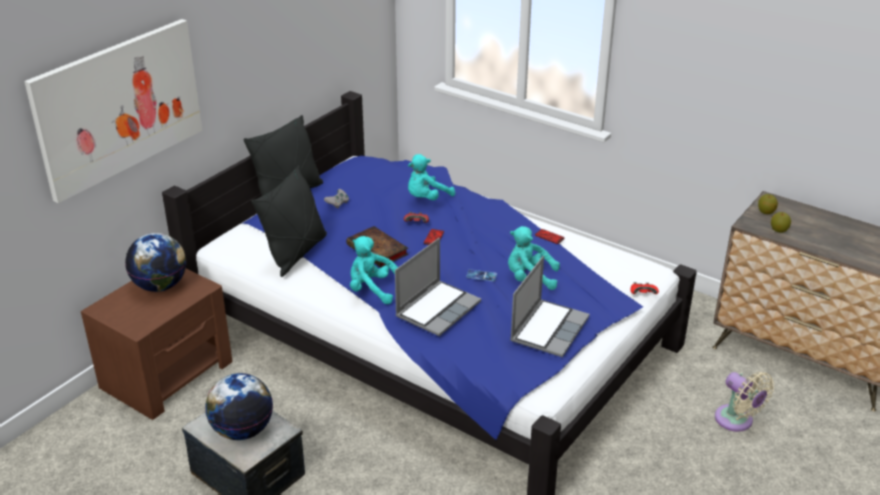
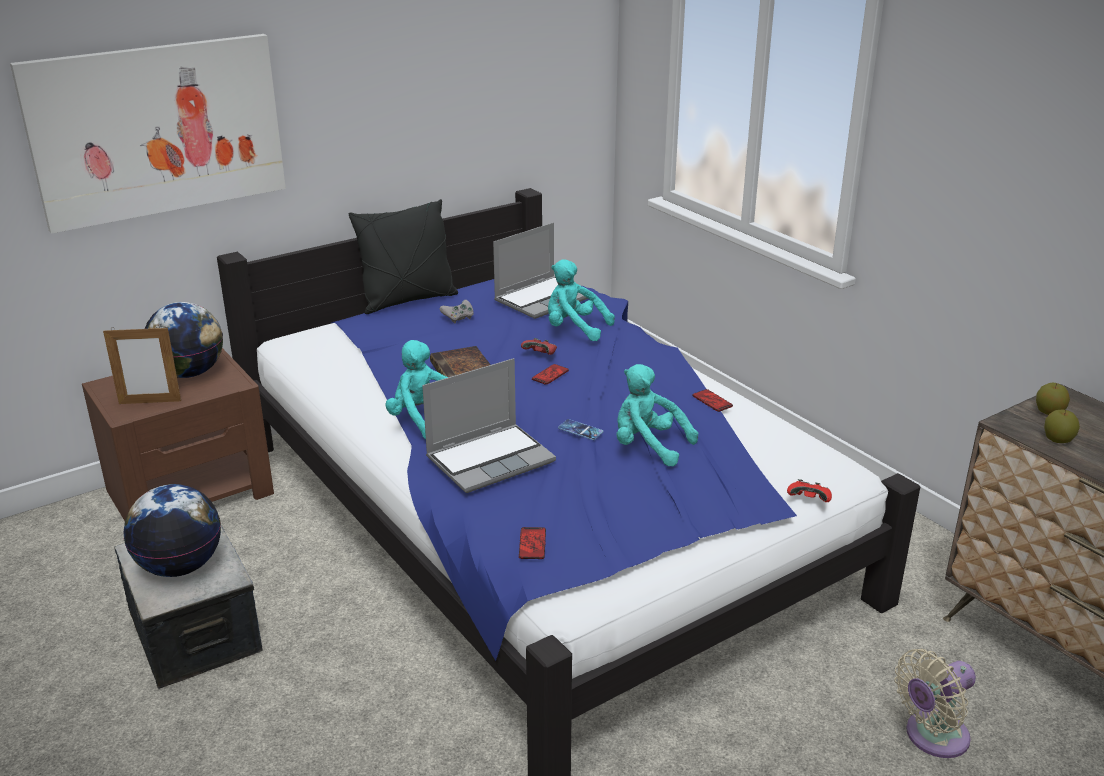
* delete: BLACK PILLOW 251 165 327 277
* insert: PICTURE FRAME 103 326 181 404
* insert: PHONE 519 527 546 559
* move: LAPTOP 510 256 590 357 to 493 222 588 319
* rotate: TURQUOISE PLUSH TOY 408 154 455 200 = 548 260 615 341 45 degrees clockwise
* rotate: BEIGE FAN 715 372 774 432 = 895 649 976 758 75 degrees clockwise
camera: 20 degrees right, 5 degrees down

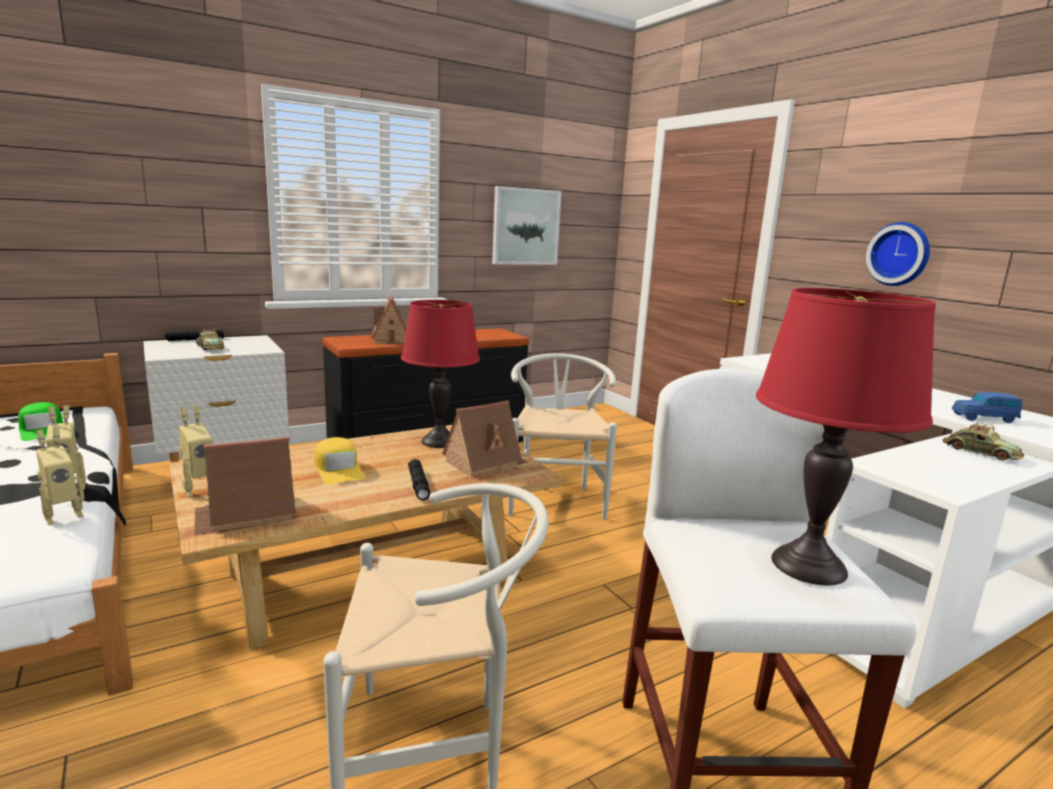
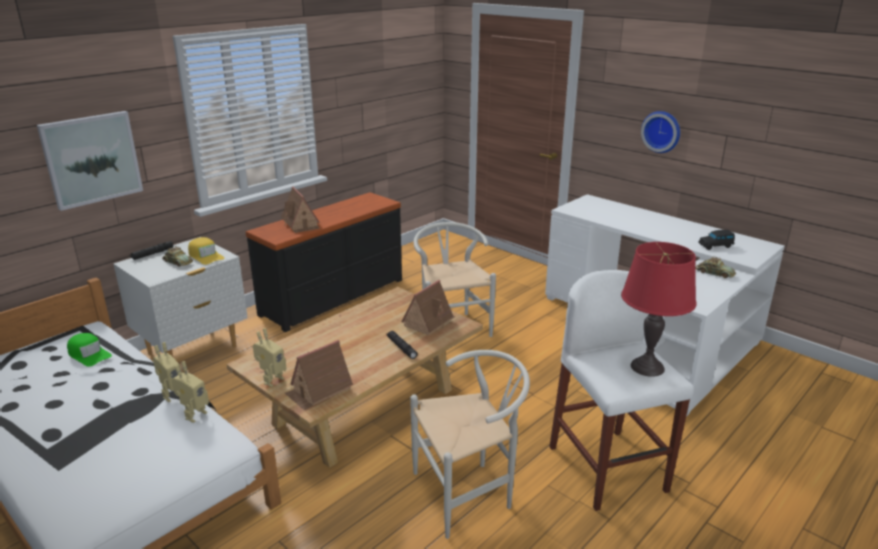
* delete: RED TABLE LAMP 401 300 480 448
* move: YELLOW CAP 314 437 366 485 to 188 237 224 265
* move: PICTURE 492 186 562 265 to 37 111 143 211
* recolor: BLUE TOY CAR 952 392 1022 423 to BLACK TOY CAR 699 230 735 250
camera: 15 degrees left, 10 degrees up

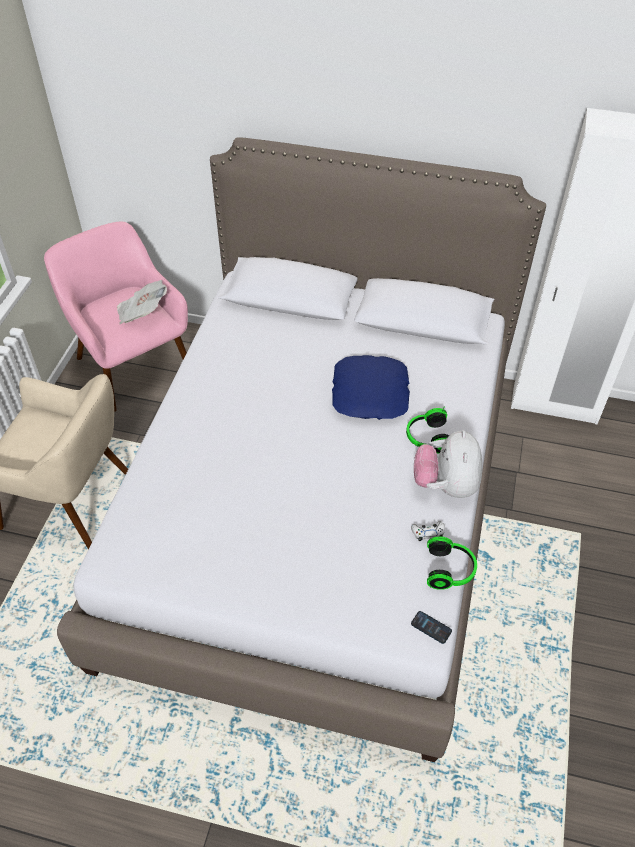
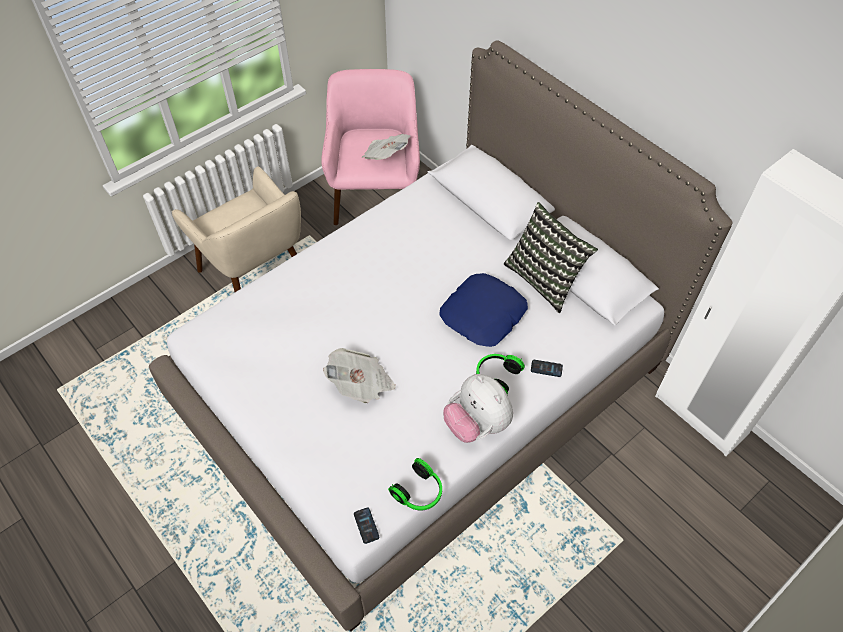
* delete: WHITE GAME CONTROLLER 411 521 445 541
* insert: NEWSPAPER 323 348 396 403
* insert: PILLOW 504 202 598 313
* insert: PHONE 531 360 563 377
* rotate: PLUSH TOY 414 430 482 498 = 443 374 513 443 75 degrees counterclockwise
camera: 35 degrees right, 5 degrees up

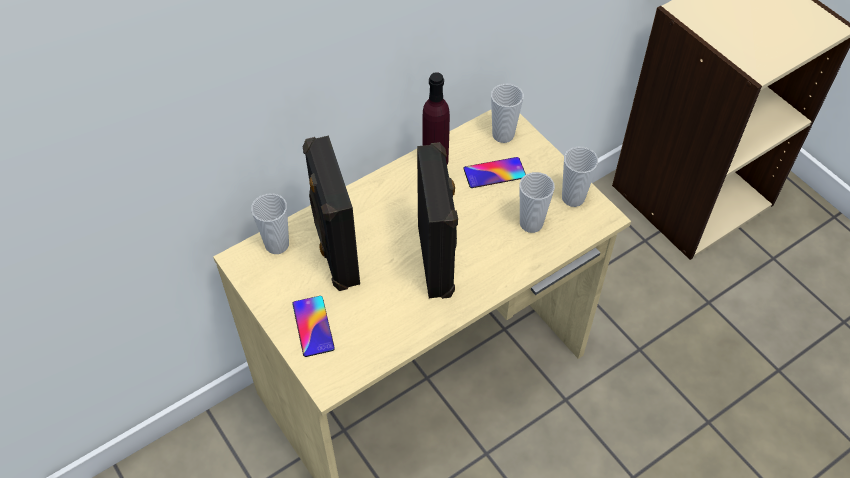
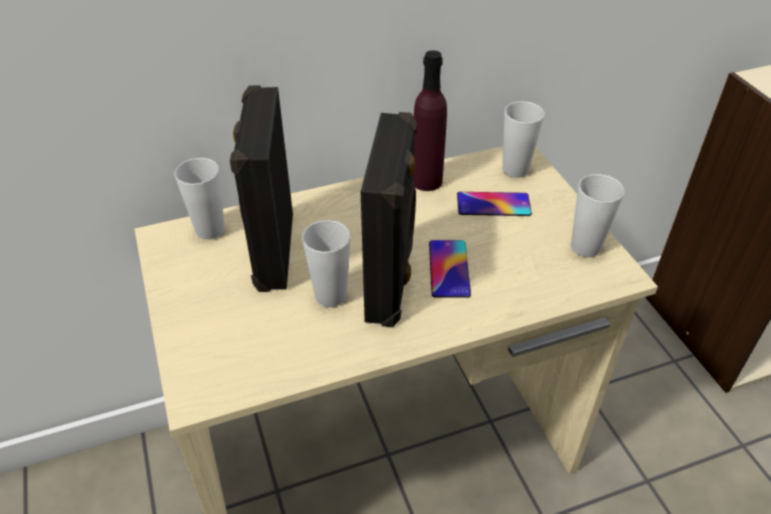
* move: PHONE 292 296 335 357 to 429 240 471 298
* move: CUP 520 172 555 233 to 302 220 351 307
camera: 15 degrees right, 10 degrees down

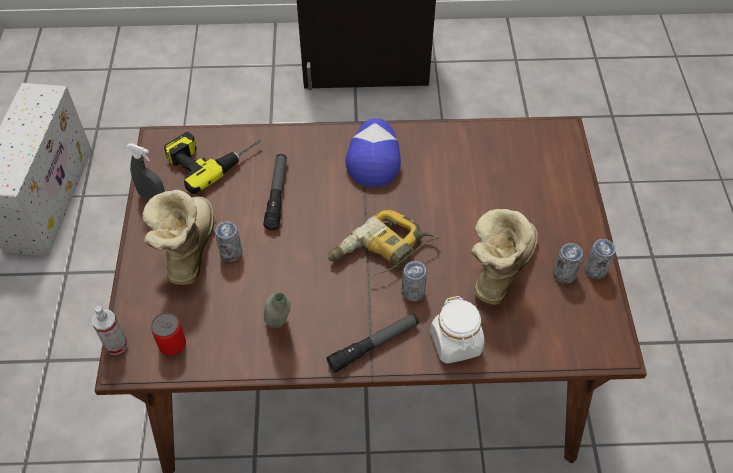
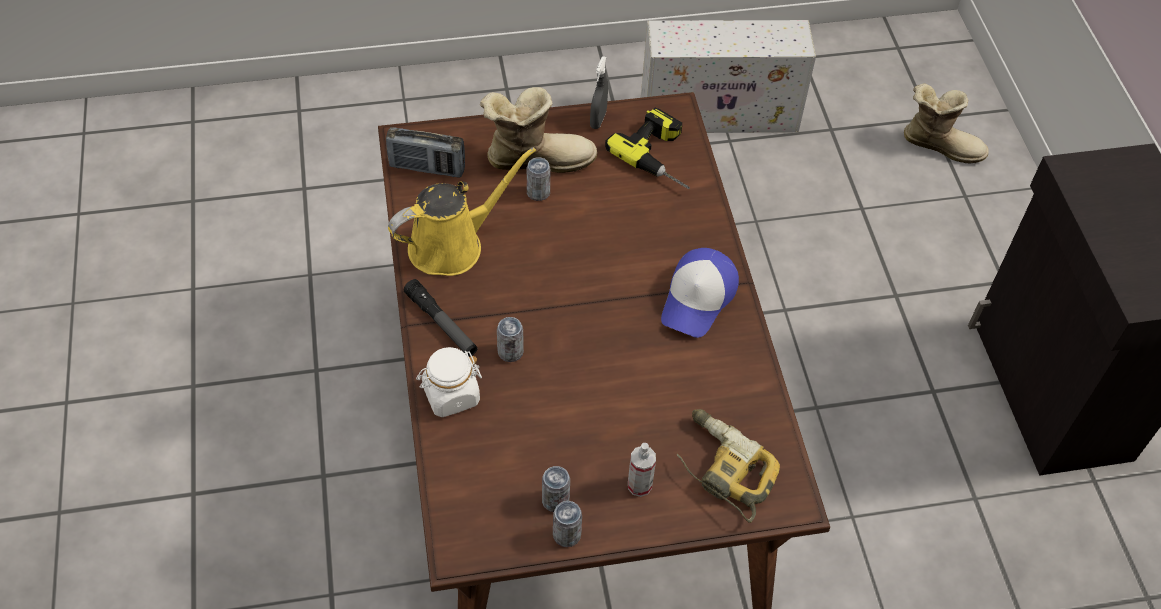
* delete: FLASHLIGHT 263 154 287 230
* move: SPRAY BOTTLE 92 306 127 355 to 628 443 656 497
* move: POWER DRILL 328 210 438 277 to 677 409 780 523
* move: BOOT 471 209 538 305 to 904 84 989 164
* replace: CAN 151 313 186 356 to RADIO 386 127 465 177
* replace: GREY BOTTLE 264 292 291 328 to YELLOW WATERING CAN 388 147 536 276
* rotate: CAP 345 118 401 187 = 661 248 739 338 120 degrees clockwise
camera: 80 degrees right, 0 degrees up

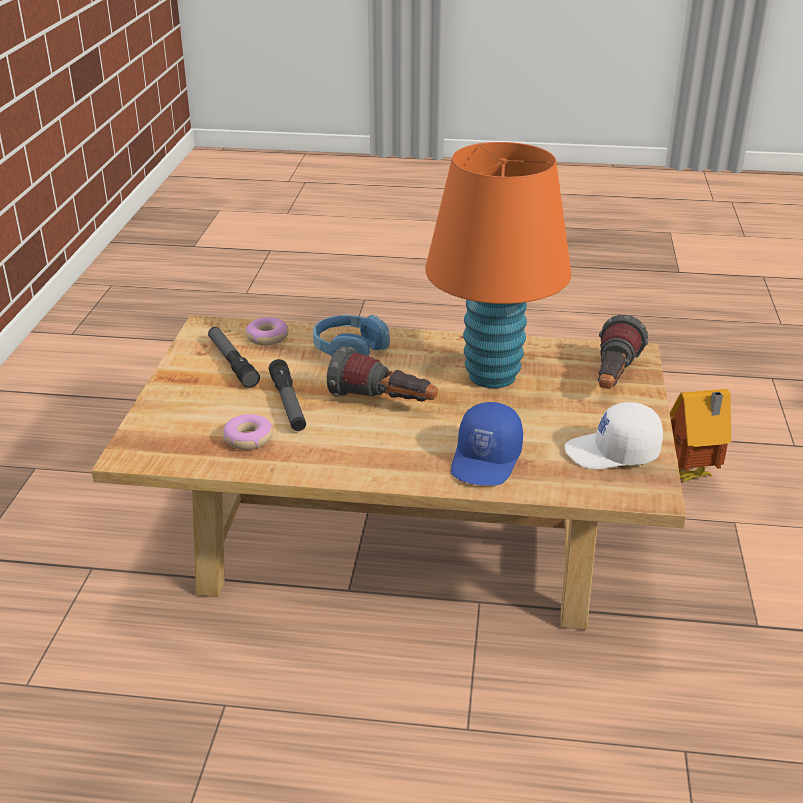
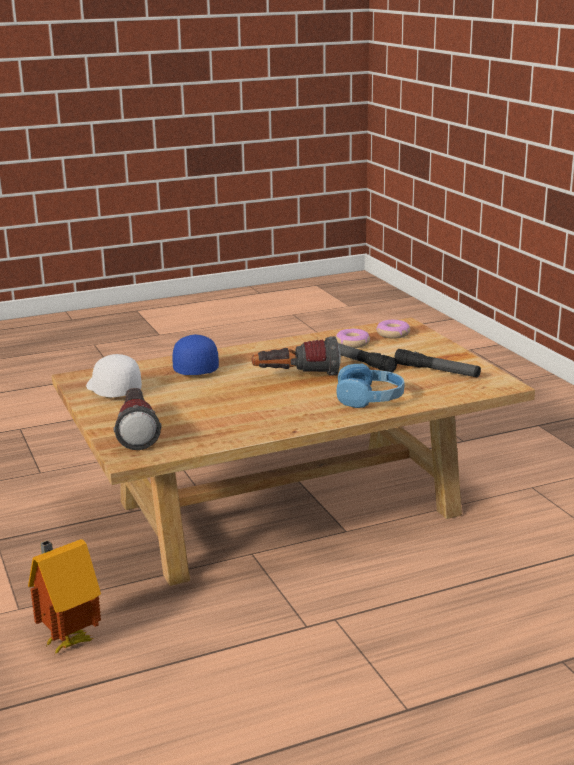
* delete: ORANGE TABLE LAMP 425 142 571 388
* move: DONUT 245 317 289 346 to 376 320 410 339
* rotate: WHITE CAP 564 402 663 469 = 86 354 142 398 90 degrees counterclockwise
camera: 150 degrees right, 10 degrees down

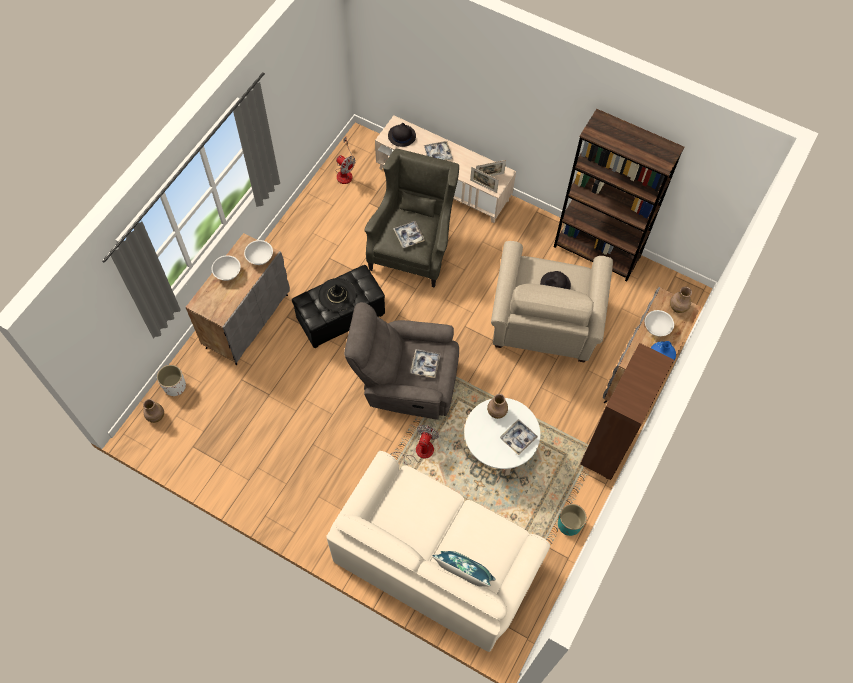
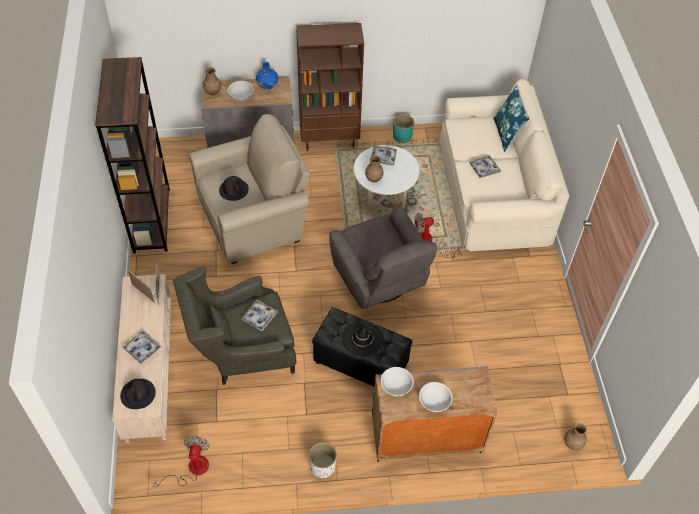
* move: WHITE PLANTER 157 365 186 396 to 309 442 337 478
* move: TRAY 410 349 441 378 to 469 156 501 178
camera: 125 degrees left, 10 degrees down

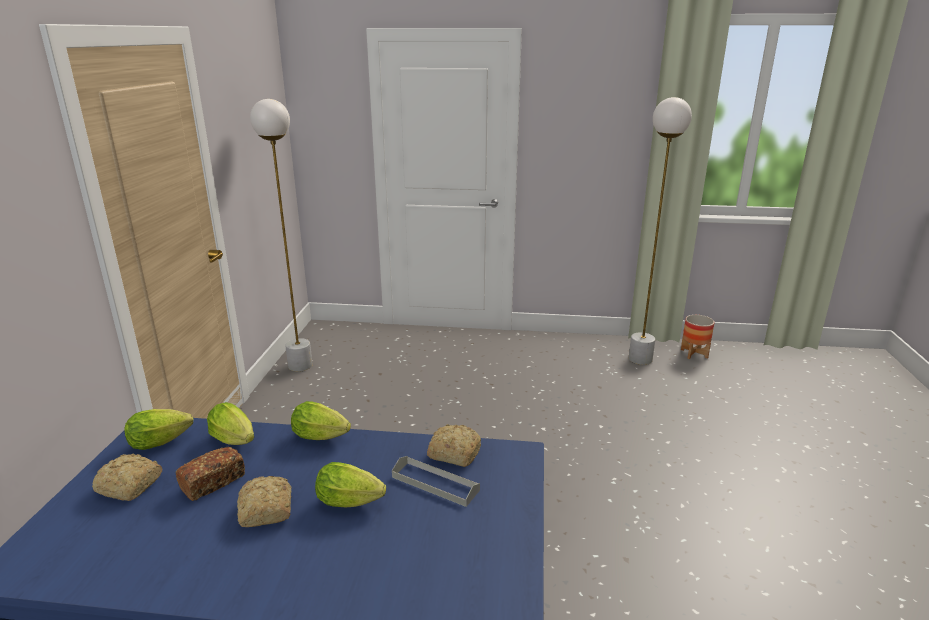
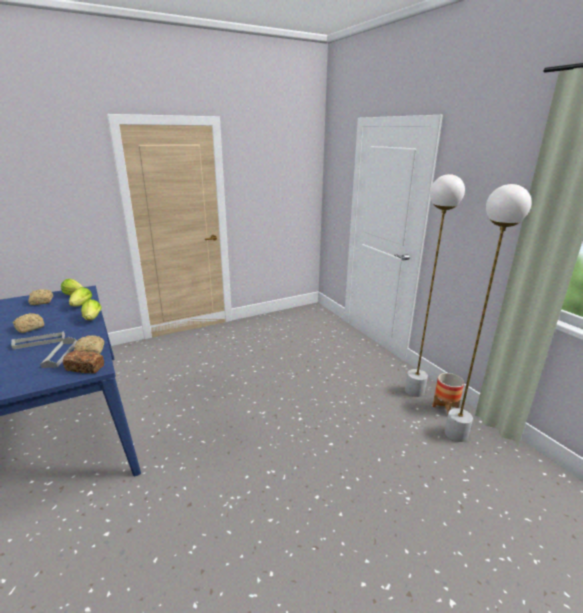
* move: BREAD 175 447 245 501 to 63 351 104 374
* move: WHITE FLOOR LAMP 250 99 313 372 to 405 174 465 397
* move: PLANTER 681 315 714 359 to 432 373 464 416
* replace: LETTUCE 315 462 386 507 to GREY TRAY 11 331 65 350
camera: 55 degrees right, 0 degrees up

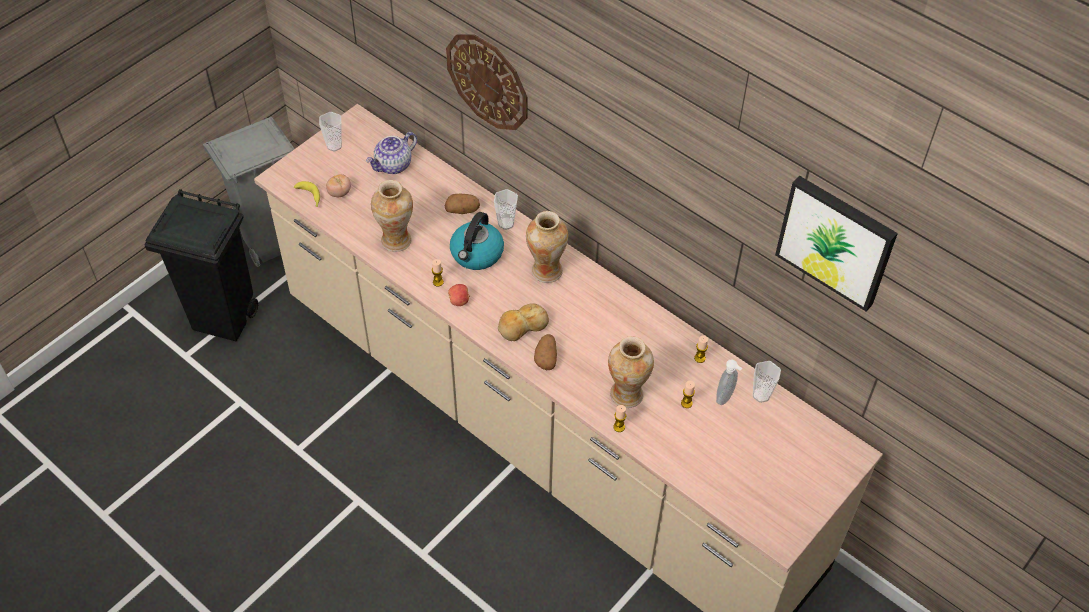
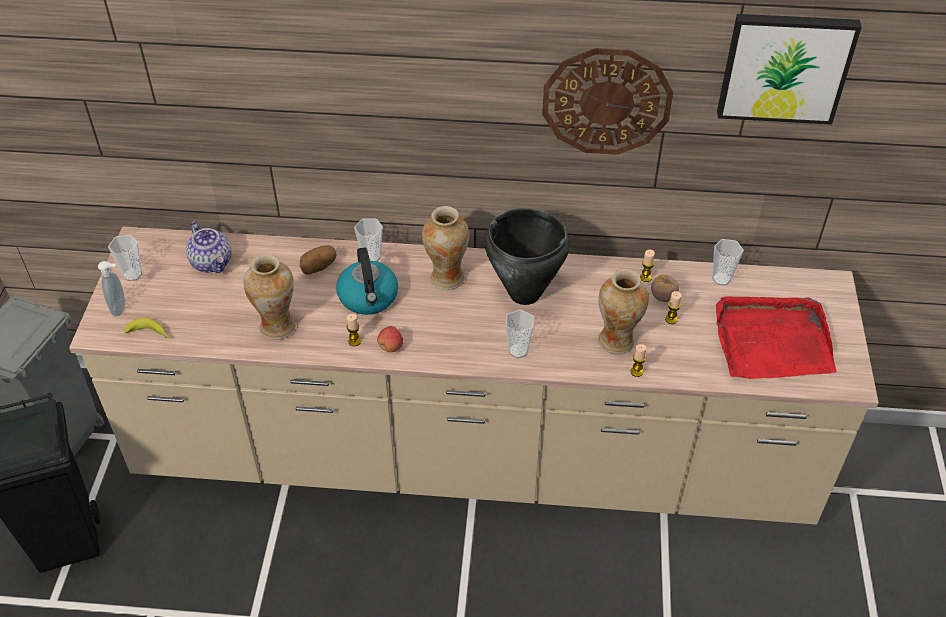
* delete: BREAD 498 303 549 341
* insert: BLACK COOKING POT 484 208 570 305
* insert: RED TRAY 716 297 837 379
* move: TOMATO 326 174 351 197 to 651 274 679 302
* move: WALL CLOCK 446 34 527 130 to 542 48 673 155
* move: SOAP DISPENSER 716 359 742 405 to 98 261 125 316
* replace: POTATO 534 334 557 370 to CUP 505 310 534 359
* rotate: TEAPOT 366 132 417 174 = 186 221 231 273 45 degrees counterclockwise
camera: 35 degrees left, 5 degrees down

